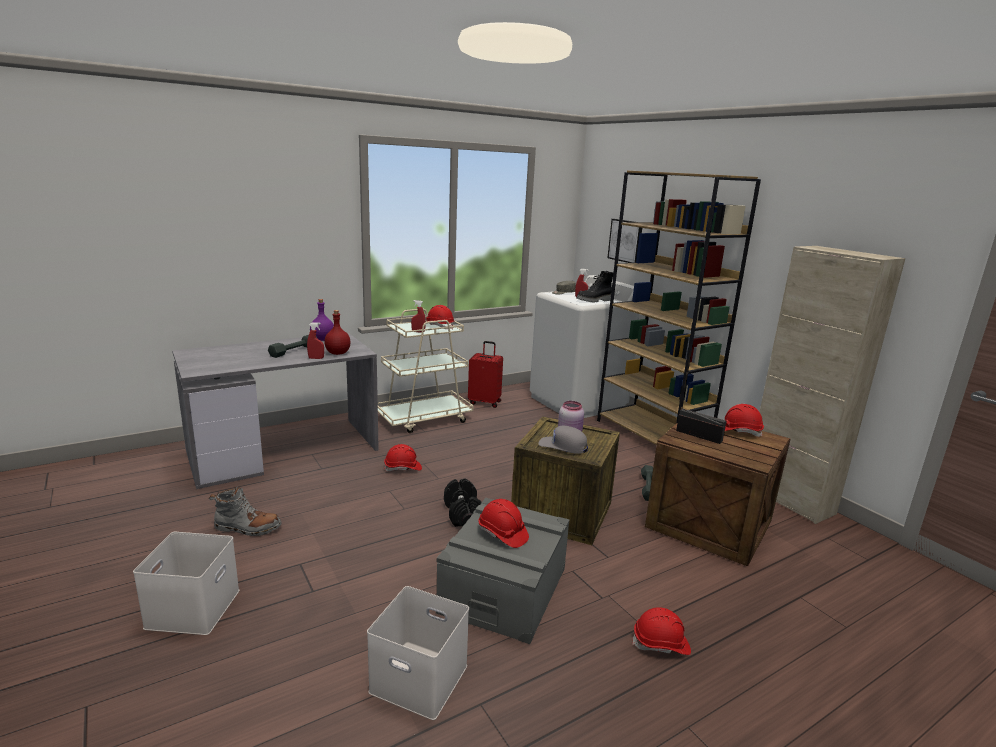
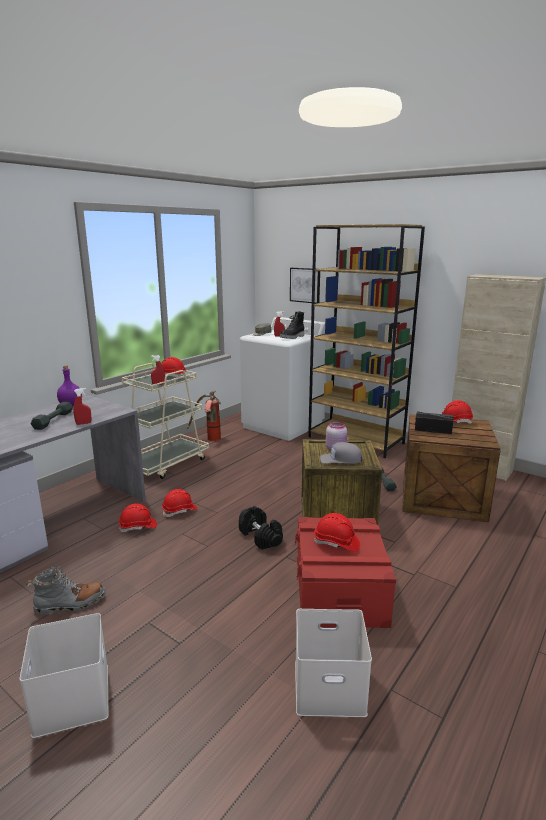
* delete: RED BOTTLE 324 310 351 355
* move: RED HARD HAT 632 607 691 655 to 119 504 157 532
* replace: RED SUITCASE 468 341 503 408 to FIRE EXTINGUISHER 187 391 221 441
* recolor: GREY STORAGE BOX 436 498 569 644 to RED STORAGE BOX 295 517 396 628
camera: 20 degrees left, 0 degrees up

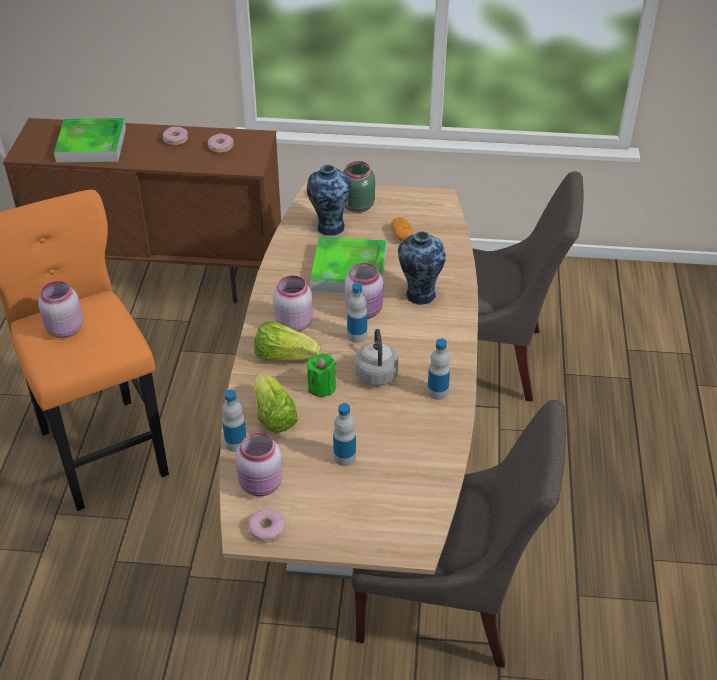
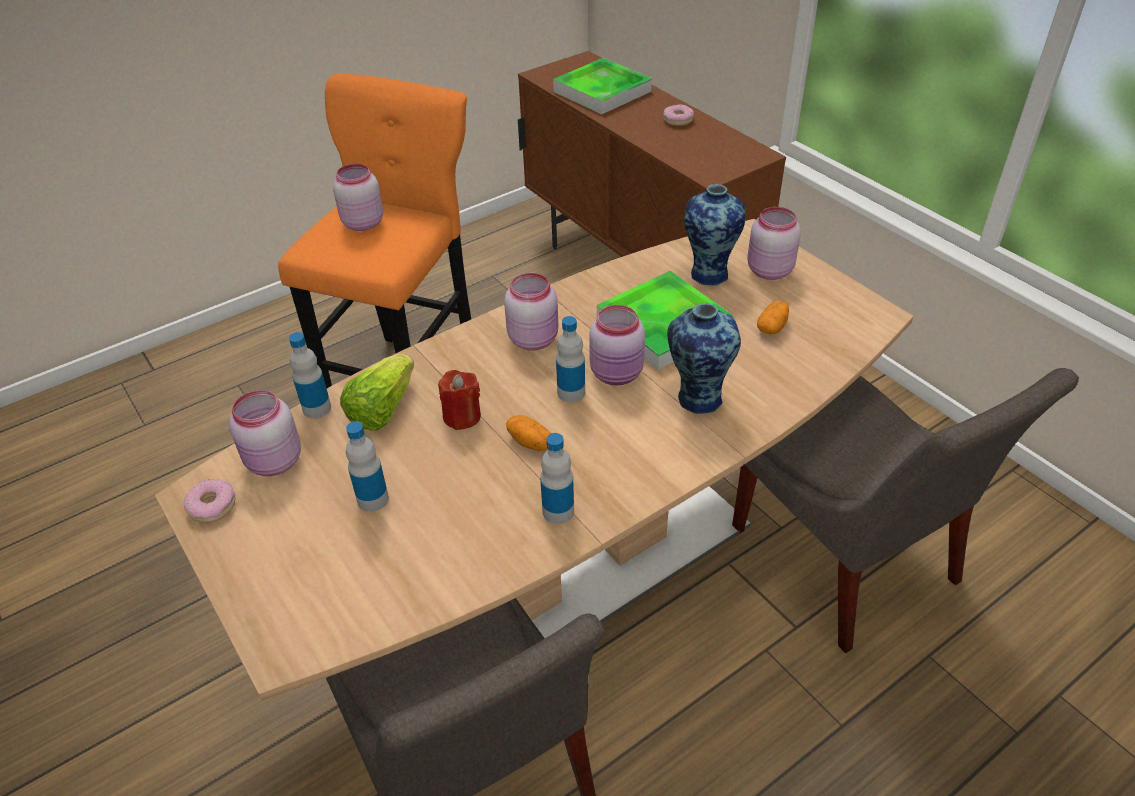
* delete: DONUT 208 133 234 153
* delete: LETTUCE 254 321 320 361
* replace: GREY KETTLE 354 329 398 386 to POTATO 506 415 551 451
* recolor: GREEN CANDLE 307 353 336 397 to RED CANDLE 438 370 481 430
* recolor: GREEN JAR 343 161 375 213 to PINK JAR 747 207 801 280
camera: 50 degrees right, 0 degrees up

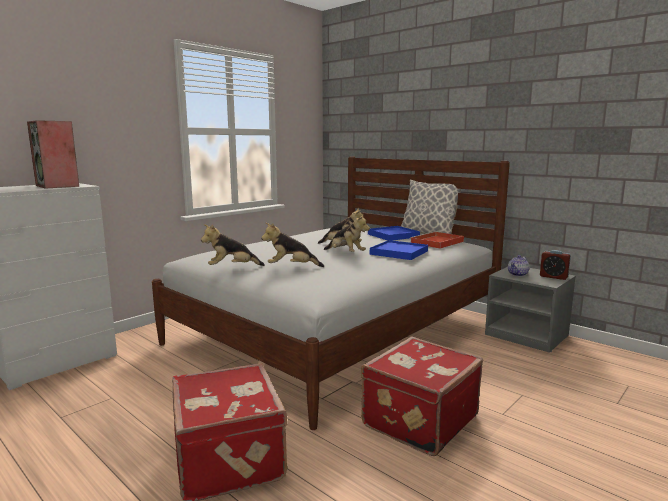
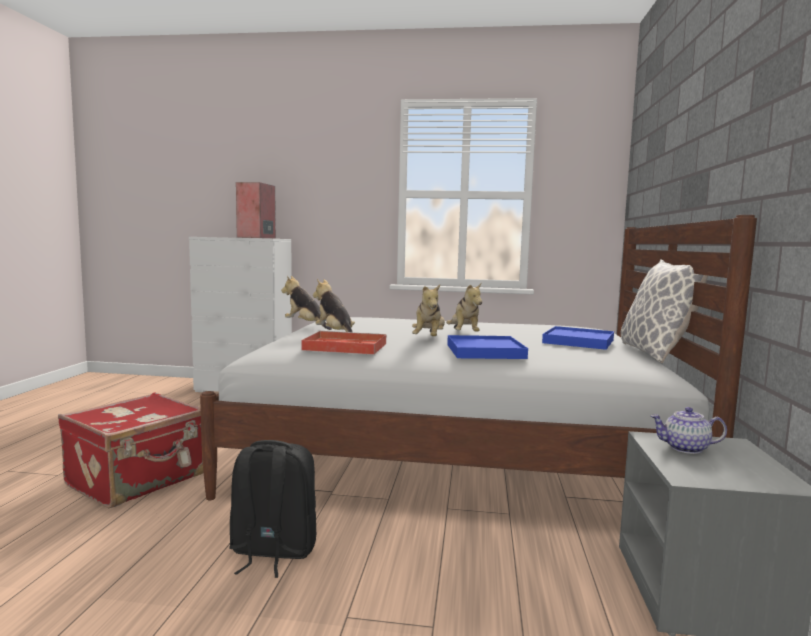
* delete: ALARM CLOCK 540 250 571 280
* move: RED TRAY 410 232 464 249 to 301 331 387 355
* replace: RED SUITCASE 361 337 483 456 to BLACK BACKPACK 229 440 316 578
camera: 55 degrees right, 5 degrees down

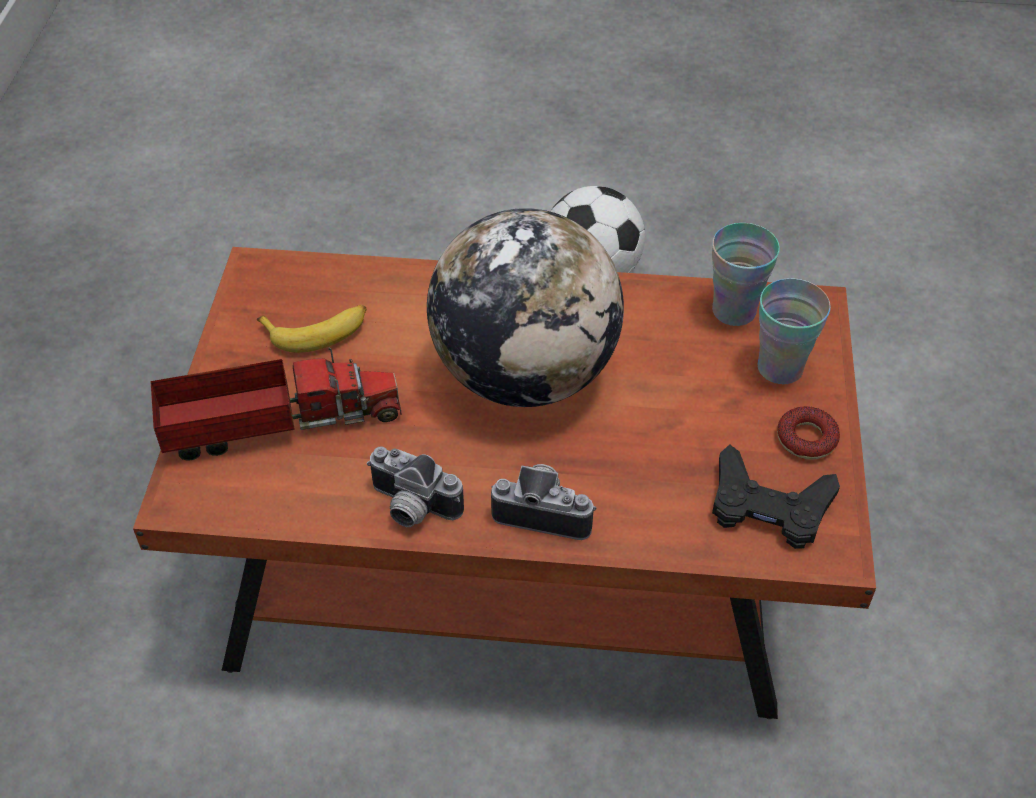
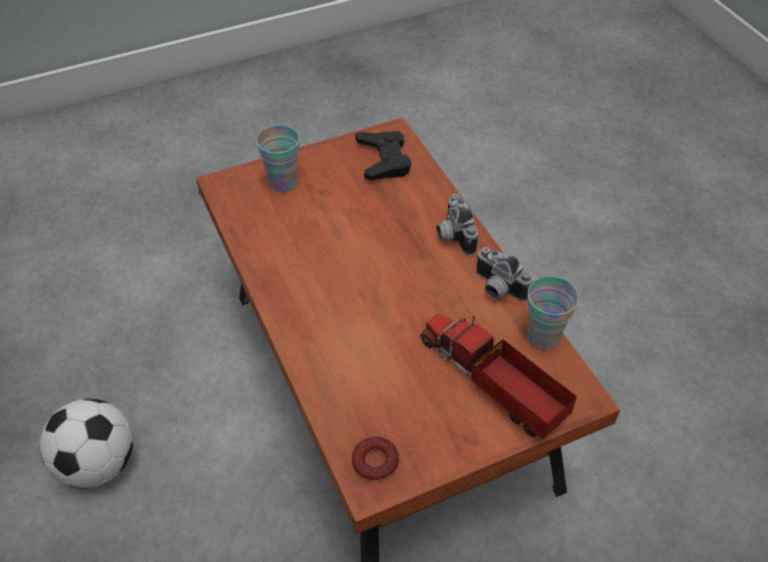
* delete: BANANA 257 305 366 353
* delete: GLOBE 427 208 624 407
* move: CUP 712 223 780 326 to 527 276 579 350
* move: DONUT 777 406 840 459 to 352 437 399 481
* rotate: PHOTO CAMERA 367 446 464 527 = 476 247 533 301 135 degrees clockwise
camera: 120 degrees left, 0 degrees up

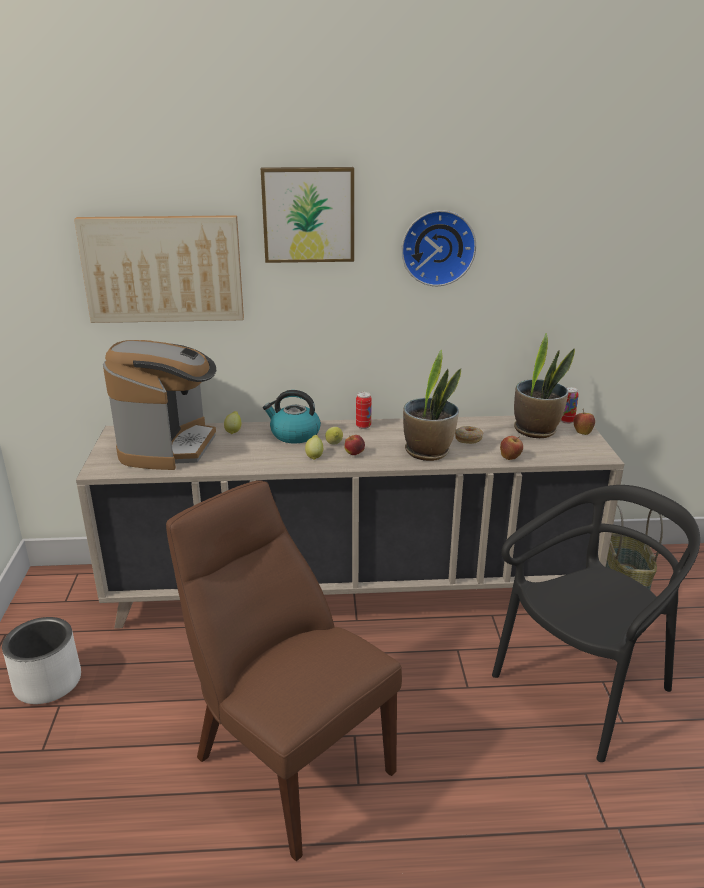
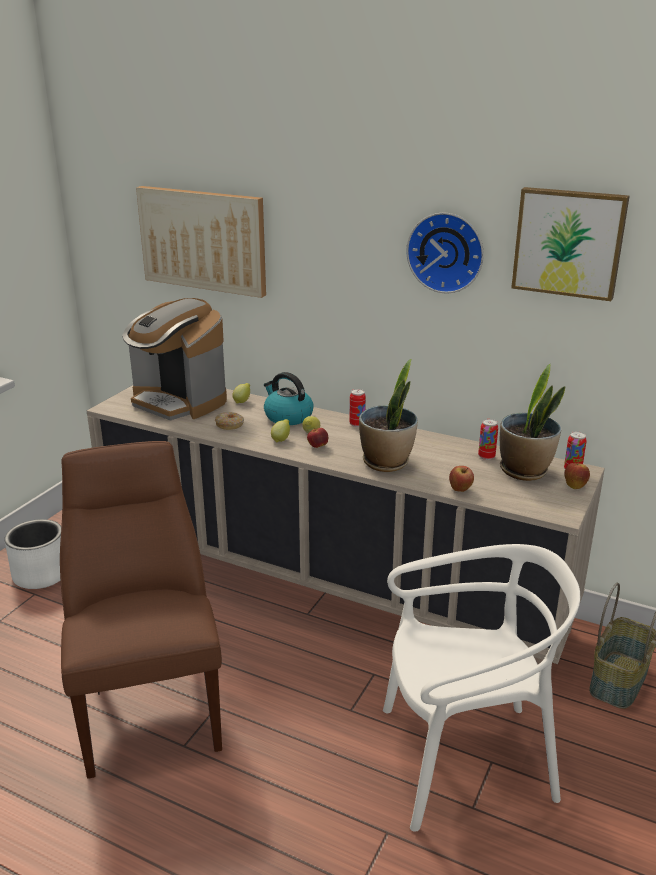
* insert: CAN 478 419 498 460
* move: PICTURE 261 167 354 263 to 511 187 630 301
* move: DONUT 455 426 483 444 to 215 412 244 430
* recolor: BLACK CHAIR 492 485 700 762 to WHITE CHAIR 383 544 580 832
* rotate: COFFEE MACHINE 103 340 216 470 = 122 298 227 420 90 degrees clockwise
camera: 30 degrees right, 0 degrees up

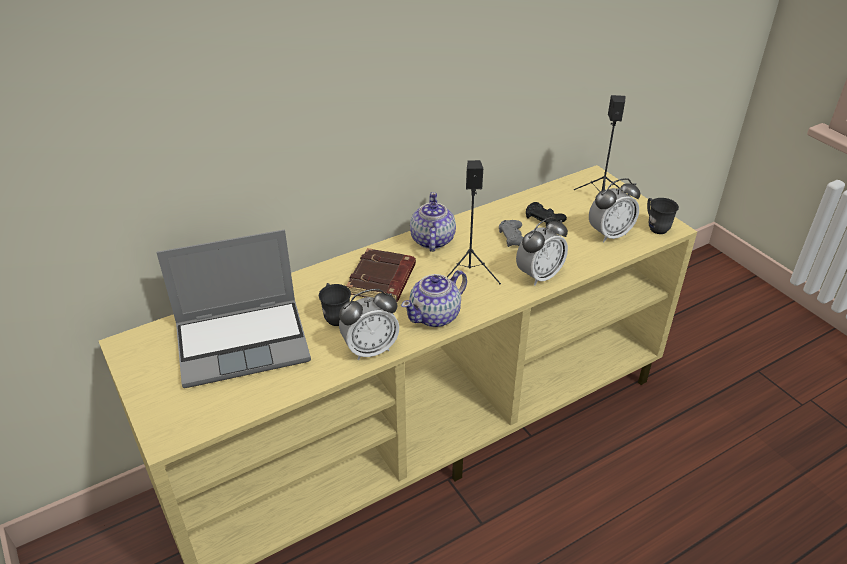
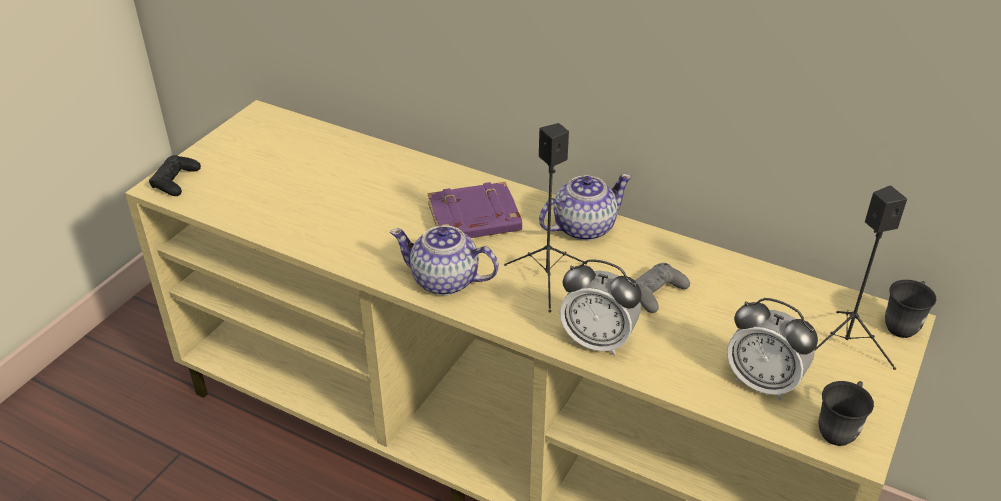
* delete: LAPTOP 156 230 311 388
* delete: ALARM CLOCK 339 289 399 360
* move: GREY MUG 319 283 351 326 to 885 280 936 338
* move: BLACK GAME CONTROLLER 526 202 567 225 to 149 155 201 196
* recolor: BROWN BOOK 346 248 416 302 to PURPLE BOOK 427 181 522 238
camera: 60 degrees right, 0 degrees up

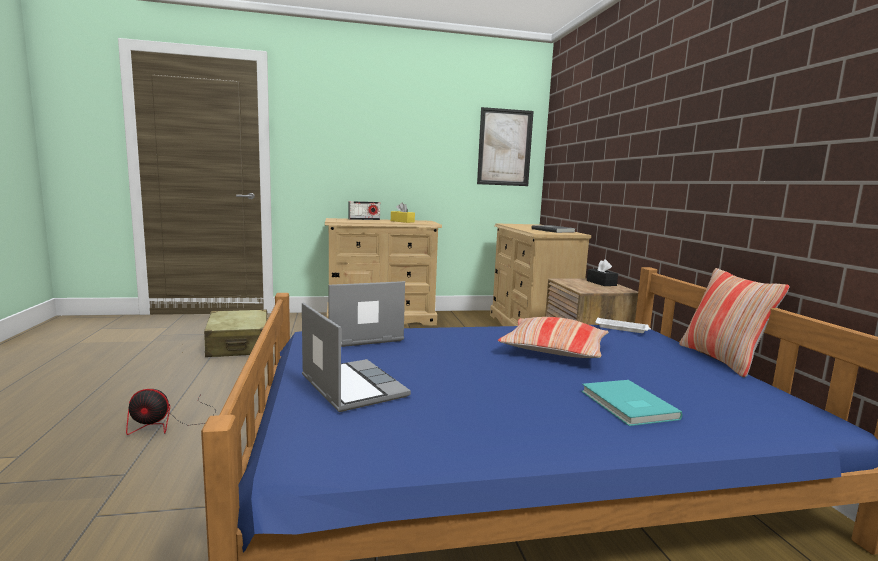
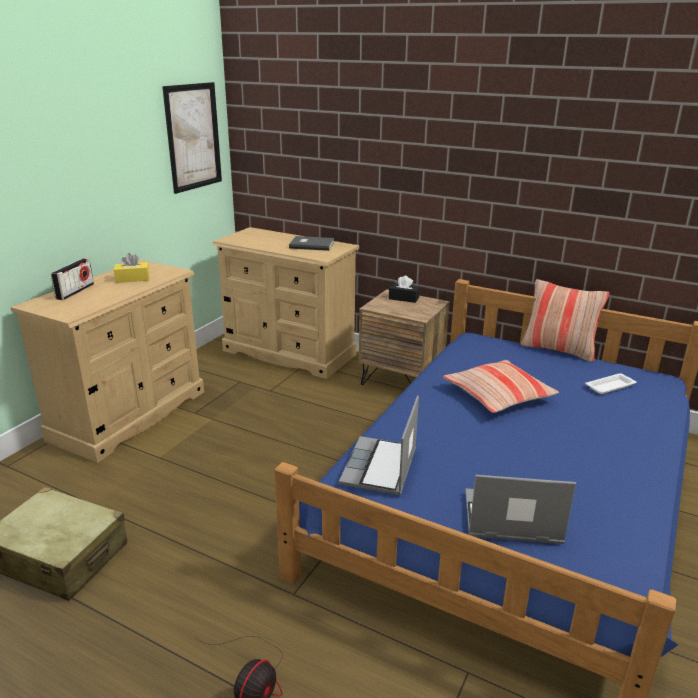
* delete: TURQUOISE BOOK 581 380 682 426
* move: WHITE TRAY 595 317 651 333 to 585 373 636 394
camera: 50 degrees left, 15 degrees up

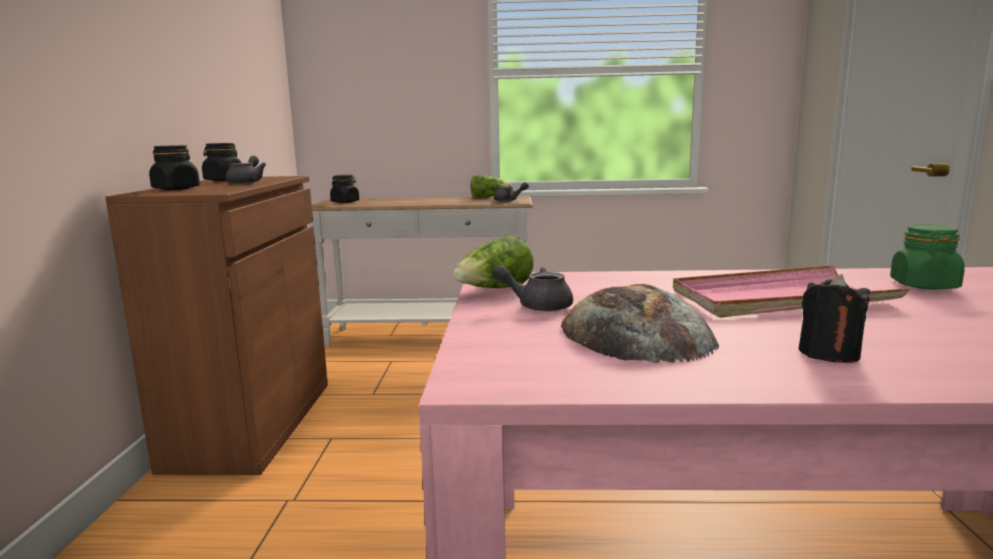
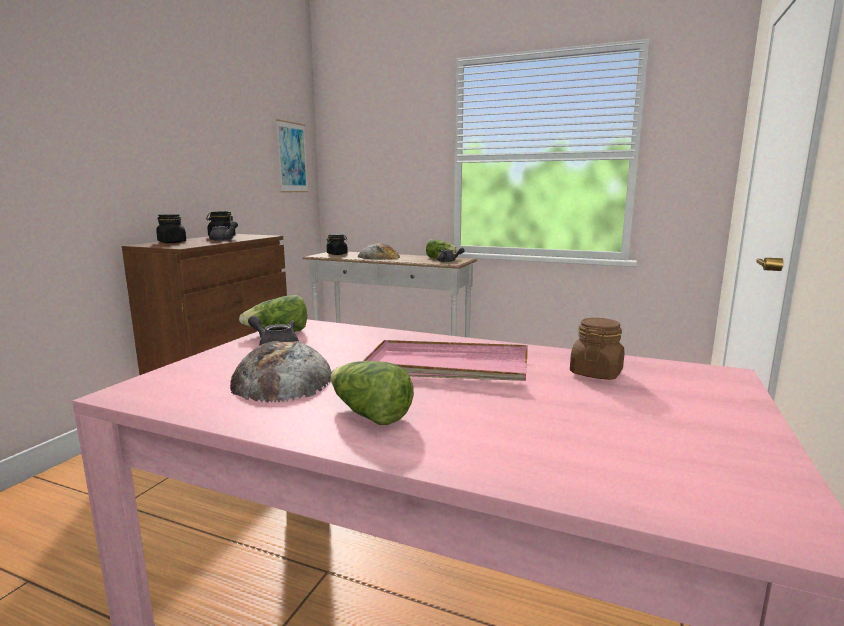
* insert: PICTURE 276 119 308 192
* insert: BREAD 358 243 400 260
* replace: BLACK CANDLE 799 274 870 363 to LETTUCE 330 361 414 425
* recolor: GREEN JAR 890 224 965 290 to BROWN JAR 570 318 624 380
camera: 20 degrees right, 0 degrees up

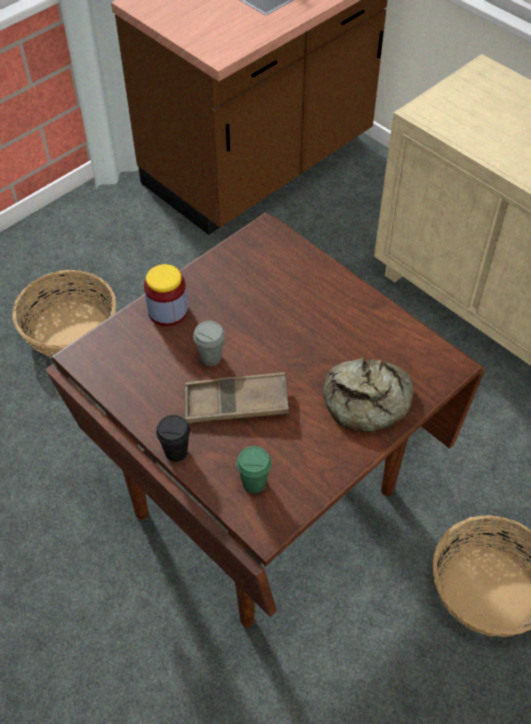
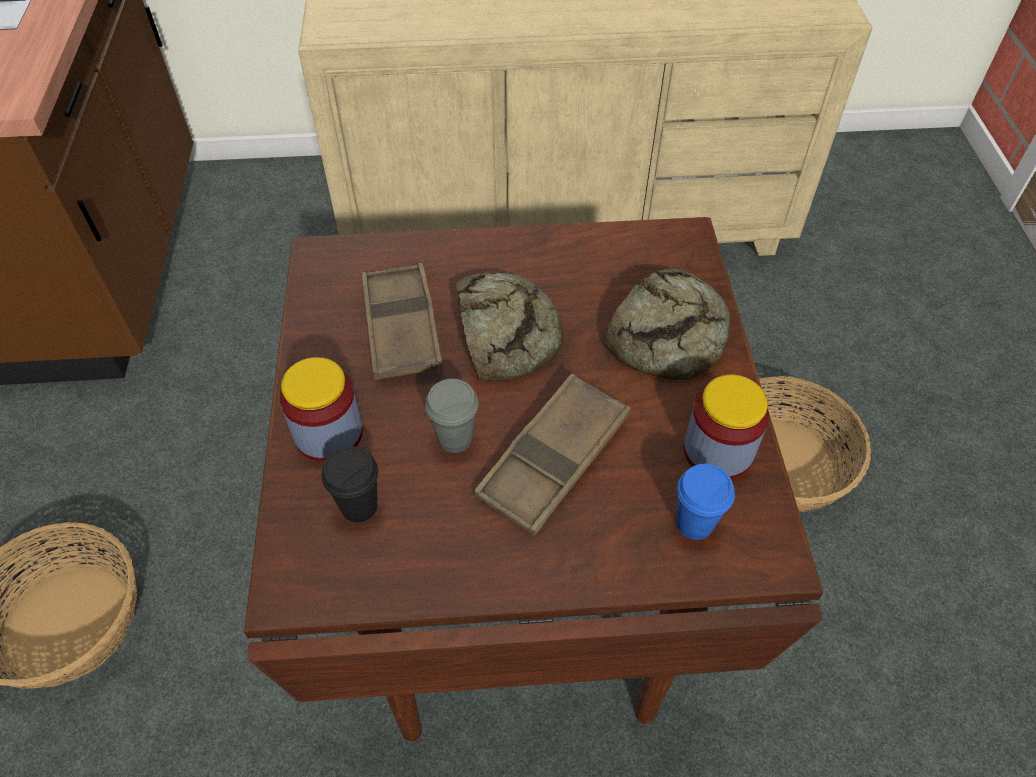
* insert: BROWN TRAY 362 263 443 380
* insert: BREAD 457 272 563 382
* insert: JAR 684 375 769 479
* move: BLACK CUP 156 415 190 462 to 322 446 378 522
* recolor: GREEN CUP 236 446 271 493 to BLUE CUP 676 464 735 540
camera: 50 degrees left, 0 degrees up

